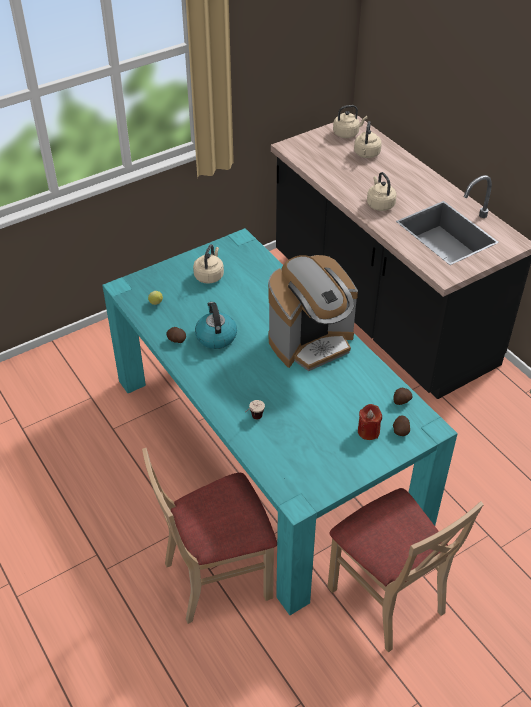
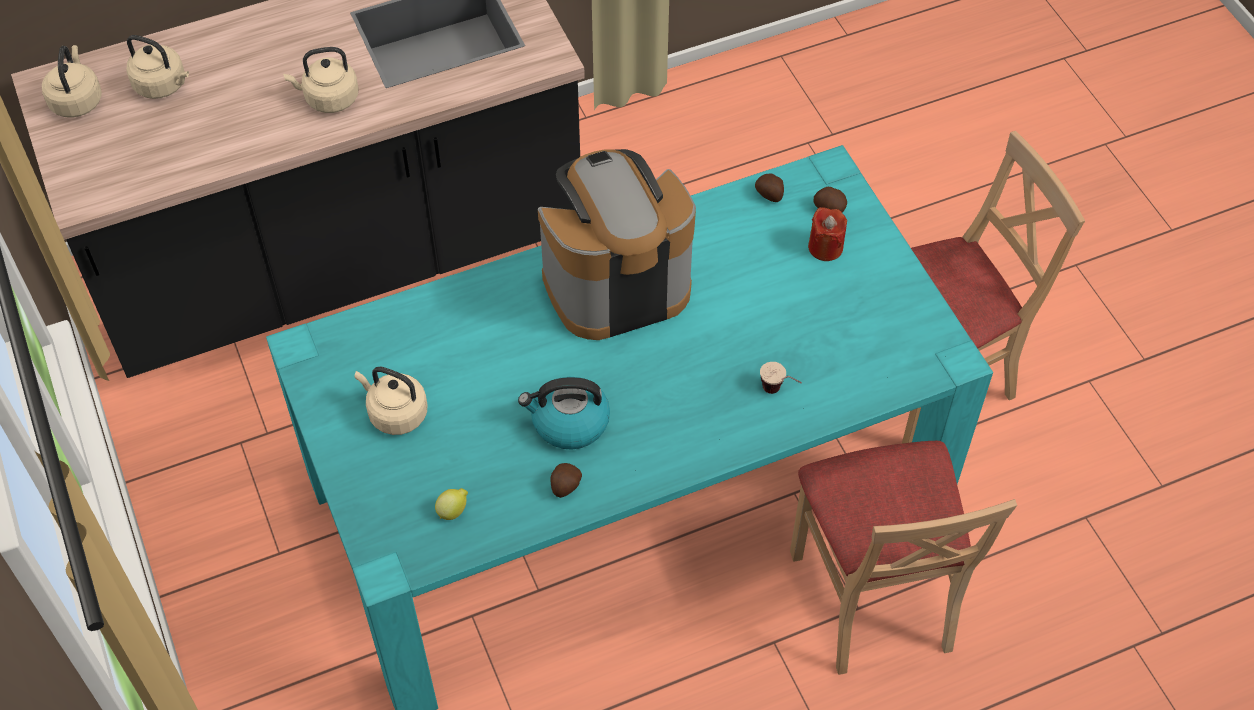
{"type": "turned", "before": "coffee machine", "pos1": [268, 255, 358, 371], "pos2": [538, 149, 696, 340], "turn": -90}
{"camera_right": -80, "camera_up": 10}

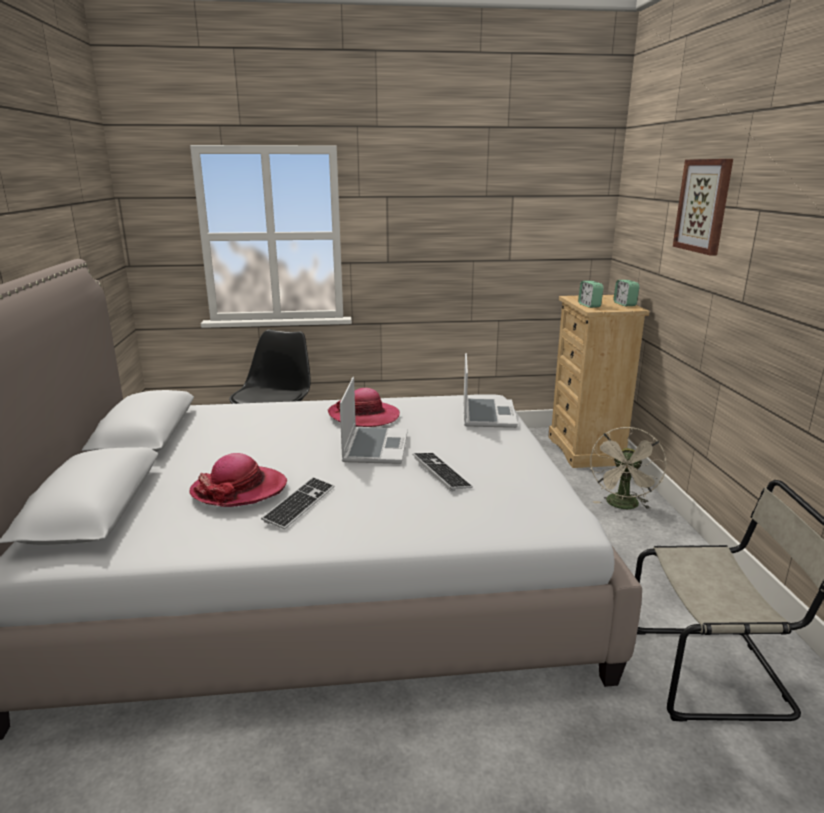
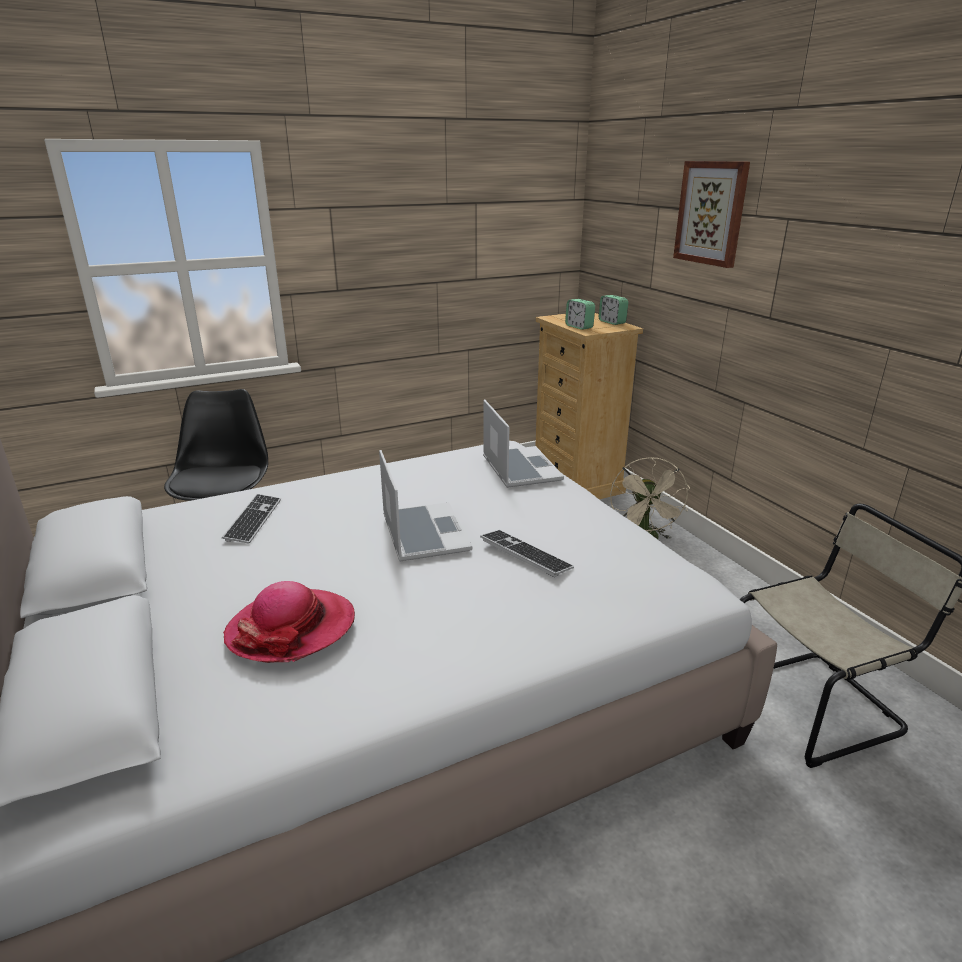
{"type": "moved", "before": "keyboard", "pos1": [261, 477, 334, 529], "pos2": [222, 494, 281, 544]}
{"type": "removed", "before": "hat", "pos1": [328, 388, 400, 427]}
{"camera_right": -20, "camera_up": 5}

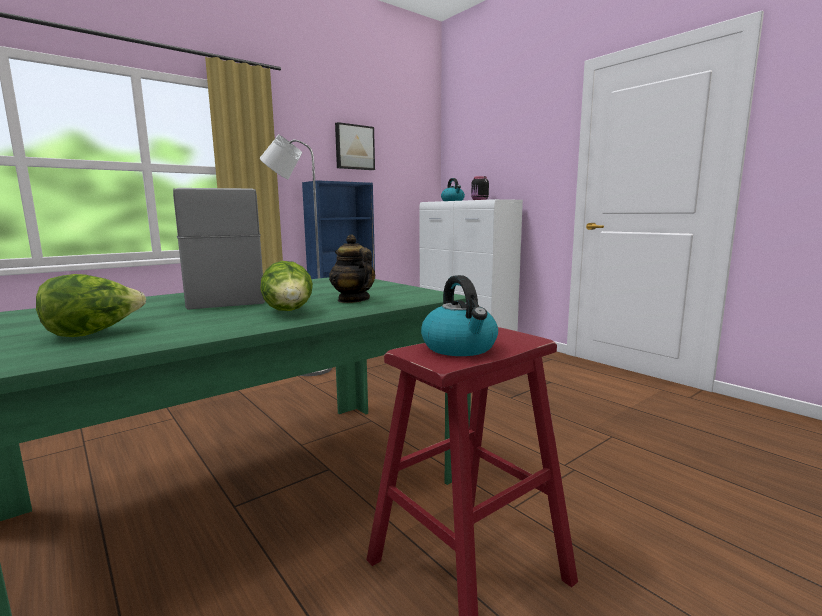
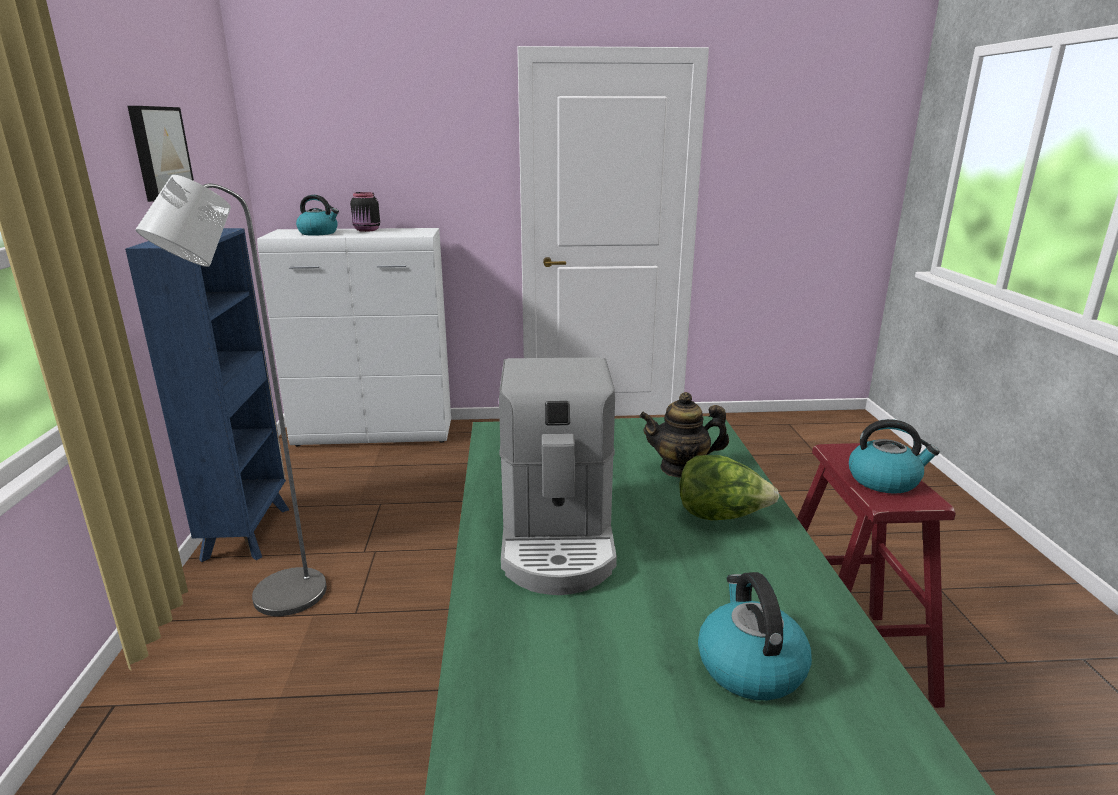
{"type": "replaced", "before": "lettuce", "after": "kettle", "pos1": [36, 274, 146, 337], "pos2": [698, 572, 812, 700]}
{"type": "turned", "before": "coffee machine", "pos1": [173, 188, 265, 309], "pos2": [499, 357, 617, 595], "turn": -105}
{"camera_right": -55, "camera_up": 10}

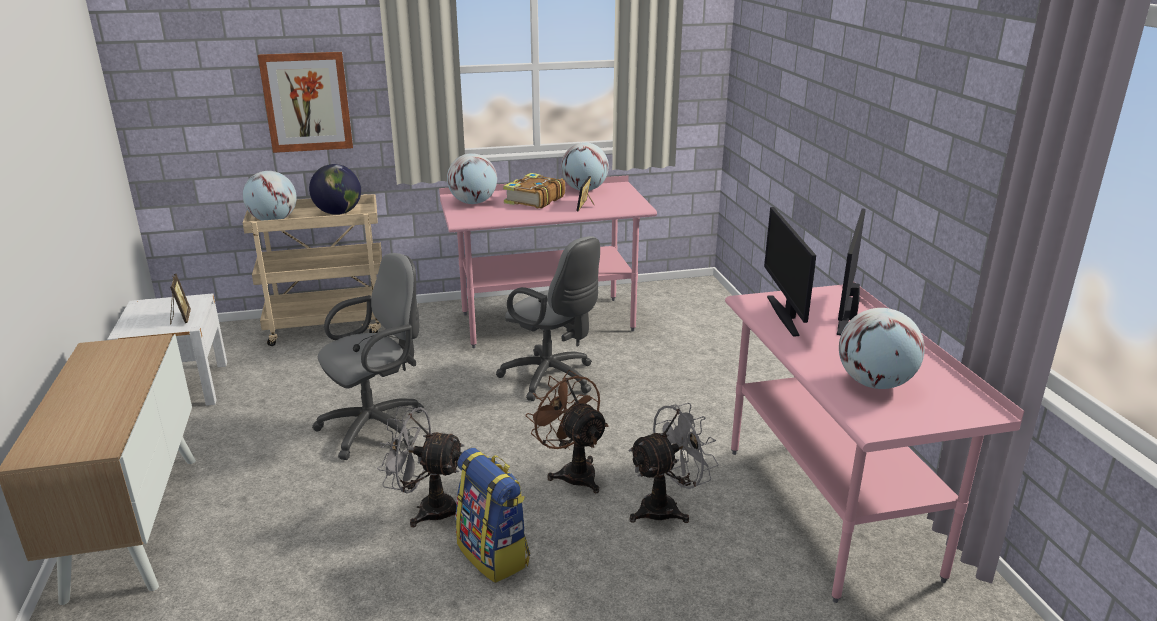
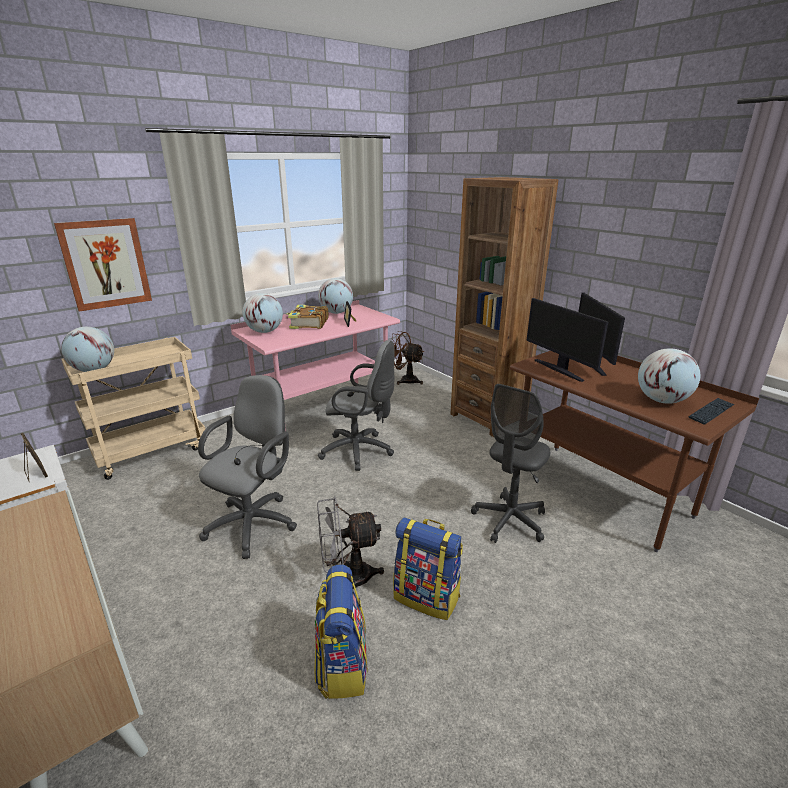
{"type": "removed", "before": "globe", "pos1": [309, 164, 361, 215]}
{"type": "moved", "before": "brown fan", "pos1": [526, 370, 609, 493], "pos2": [392, 331, 424, 385]}
{"type": "replaced", "before": "grey fan", "after": "grey office chair", "pos1": [628, 403, 718, 523], "pos2": [471, 384, 550, 543]}
{"type": "recoloured", "before": "pink desk", "after": "brown desk", "pos1": [725, 281, 1024, 603], "pos2": [510, 351, 759, 552]}
{"type": "added", "after": "backpack", "pos2": [315, 564, 368, 699]}
{"type": "added", "after": "brown bookcase", "pos2": [450, 177, 558, 437]}
{"type": "added", "after": "keyboard", "pos2": [689, 398, 734, 424]}
{"camera_right": -25, "camera_up": 0}

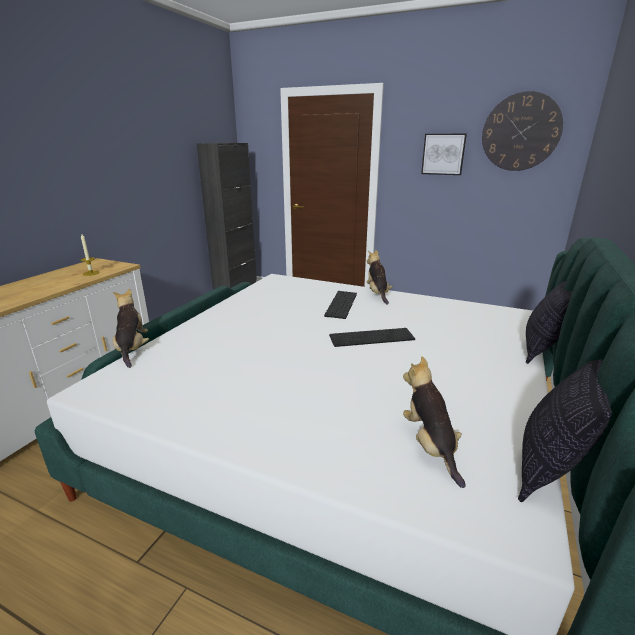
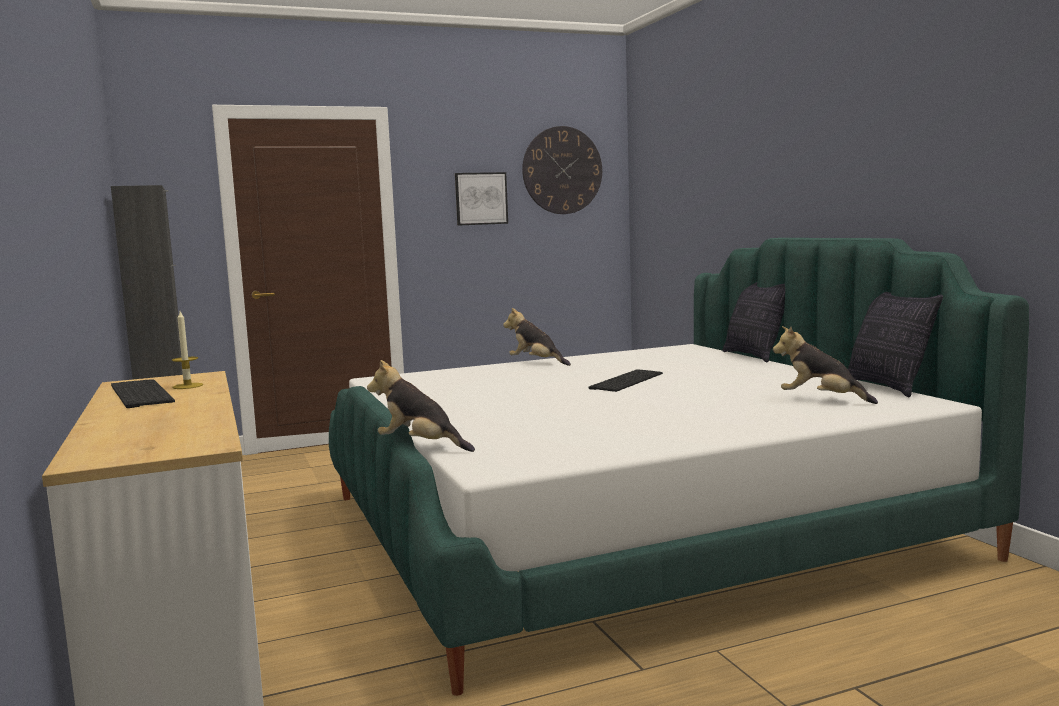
{"type": "moved", "before": "keyboard", "pos1": [324, 291, 357, 319], "pos2": [111, 379, 175, 408]}
{"camera_right": -45, "camera_up": -15}

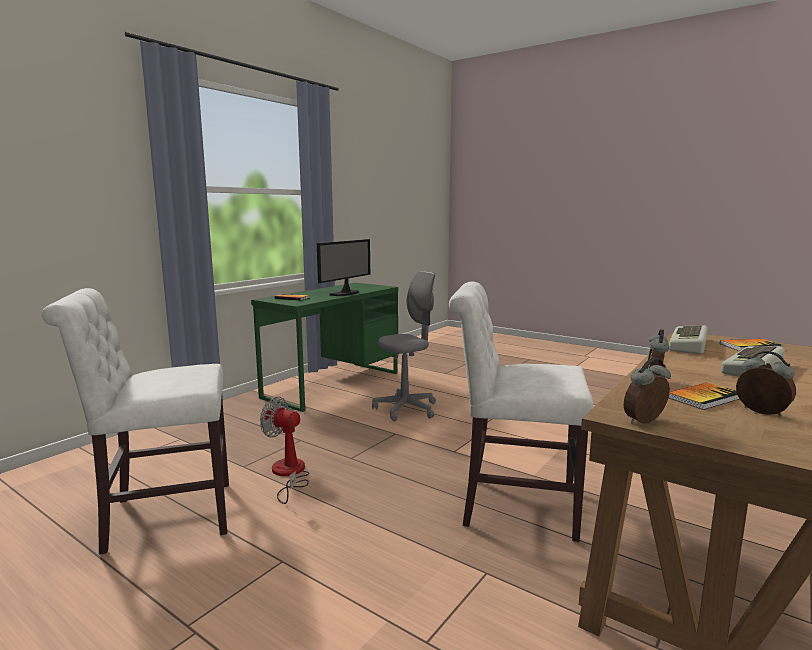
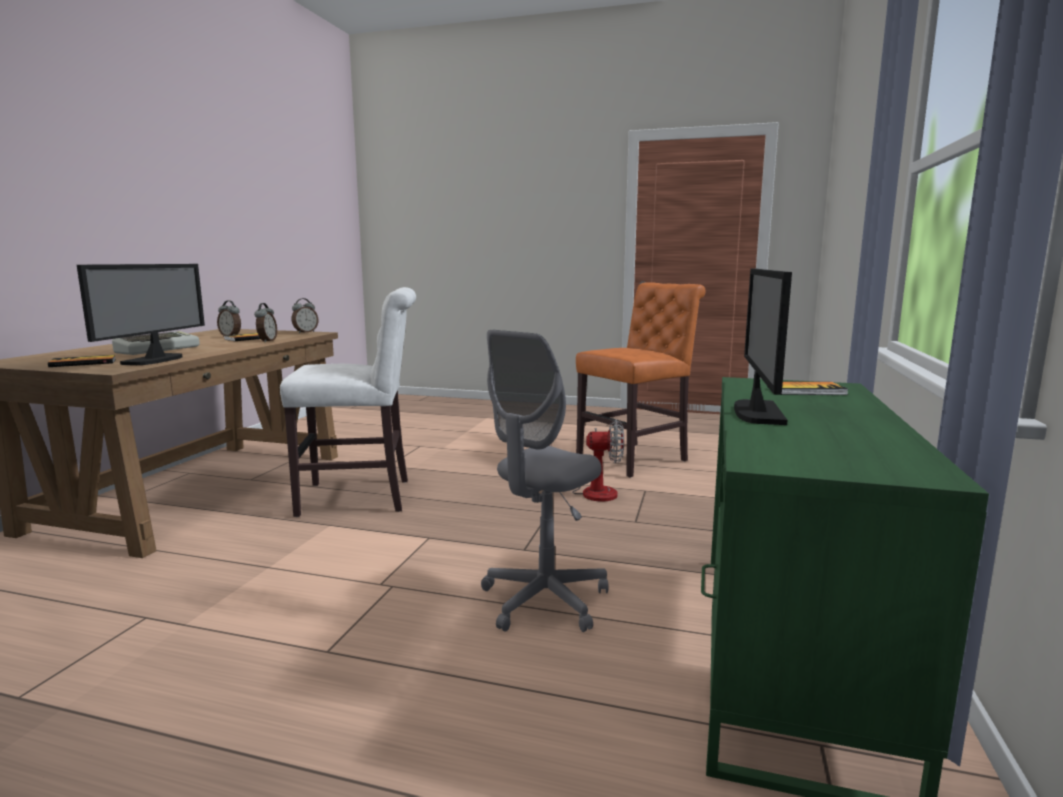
{"type": "recoloured", "before": "white chair", "after": "orange chair", "pos1": [42, 288, 229, 554], "pos2": [576, 282, 706, 478]}
{"type": "replaced", "before": "keyboard", "after": "monitor", "pos1": [669, 325, 708, 354], "pos2": [77, 264, 205, 365]}
{"camera_right": 160, "camera_up": 0}

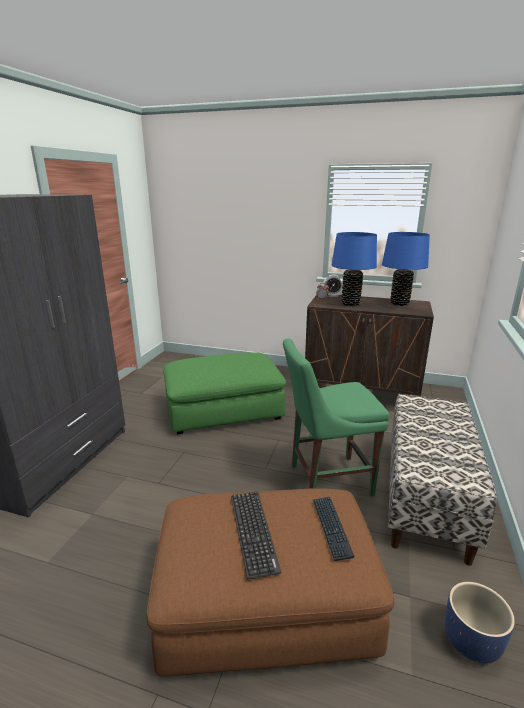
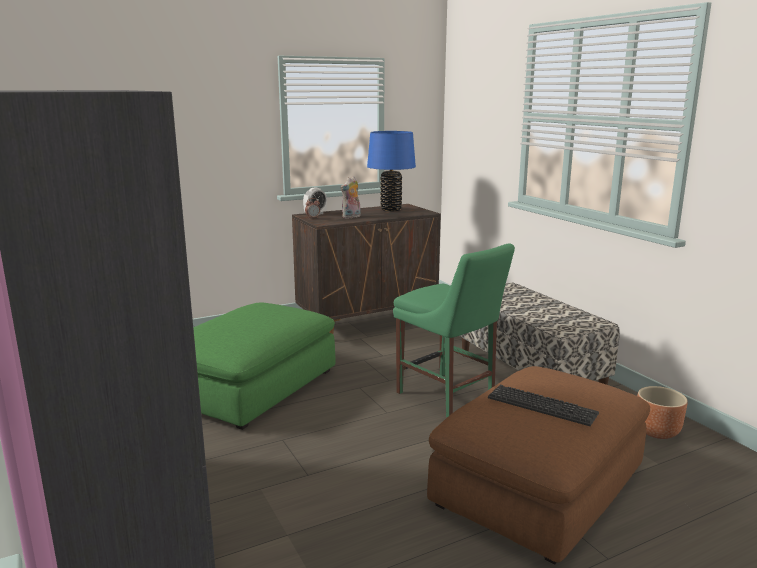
{"type": "turned", "before": "green chair", "pos1": [283, 338, 390, 496], "pos2": [393, 244, 515, 417], "turn": -75}
{"type": "removed", "before": "keyboard", "pos1": [313, 497, 354, 561]}
{"type": "replaced", "before": "blue table lamp", "after": "plush toy", "pos1": [332, 232, 377, 306], "pos2": [341, 176, 361, 219]}
{"type": "recoloured", "before": "blue planter", "after": "brown planter", "pos1": [445, 582, 515, 663], "pos2": [637, 386, 688, 439]}
{"camera_right": -45, "camera_up": -5}

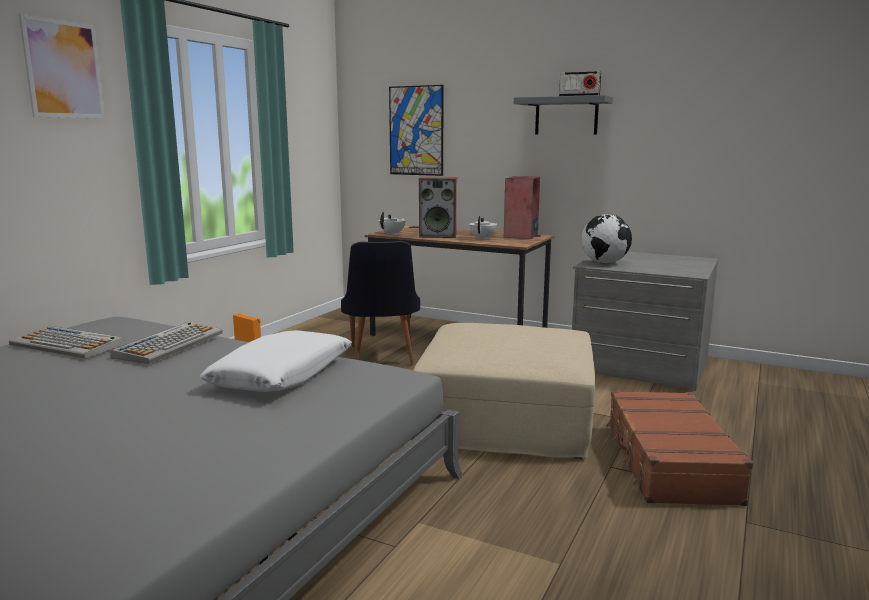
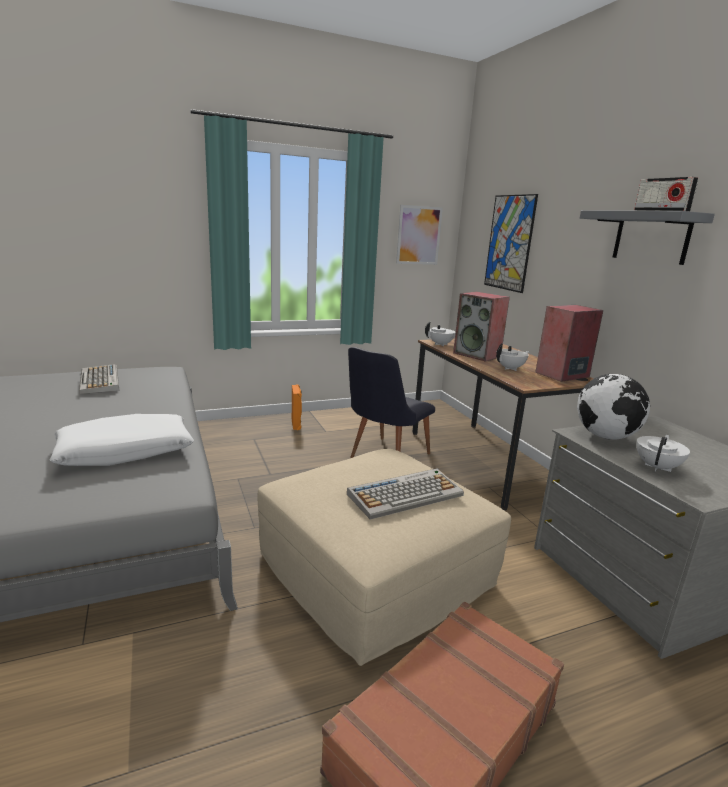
{"type": "moved", "before": "picture", "pos1": [19, 14, 105, 119], "pos2": [396, 205, 443, 265]}
{"type": "moved", "before": "keyboard", "pos1": [110, 322, 222, 364], "pos2": [347, 468, 464, 520]}
{"type": "added", "after": "white teapot", "pos2": [636, 435, 690, 472]}
{"camera_right": 40, "camera_up": 5}

